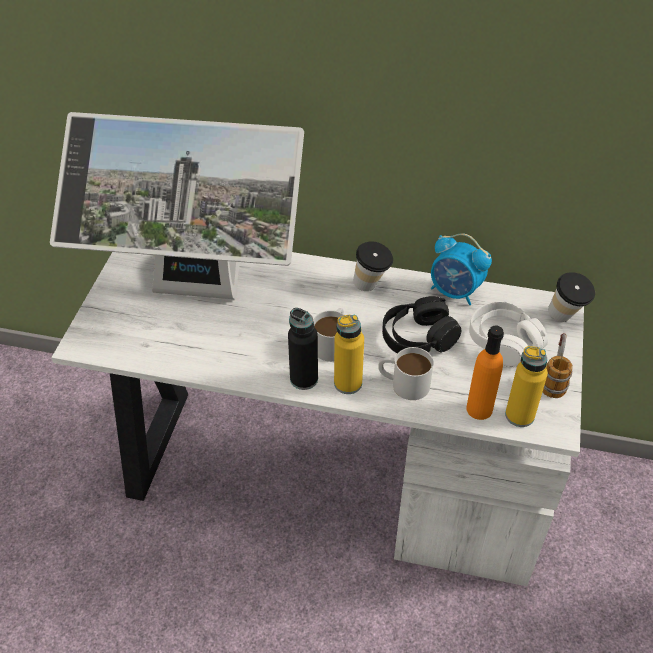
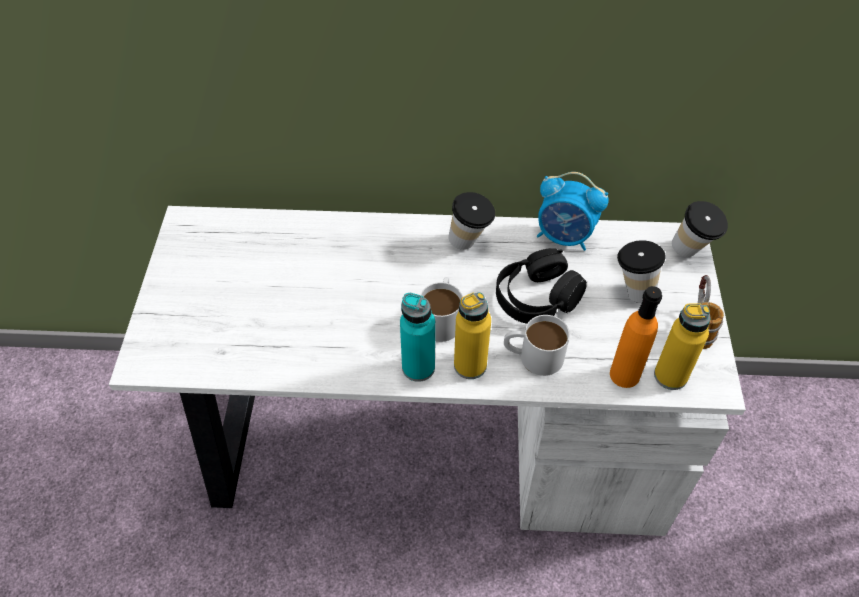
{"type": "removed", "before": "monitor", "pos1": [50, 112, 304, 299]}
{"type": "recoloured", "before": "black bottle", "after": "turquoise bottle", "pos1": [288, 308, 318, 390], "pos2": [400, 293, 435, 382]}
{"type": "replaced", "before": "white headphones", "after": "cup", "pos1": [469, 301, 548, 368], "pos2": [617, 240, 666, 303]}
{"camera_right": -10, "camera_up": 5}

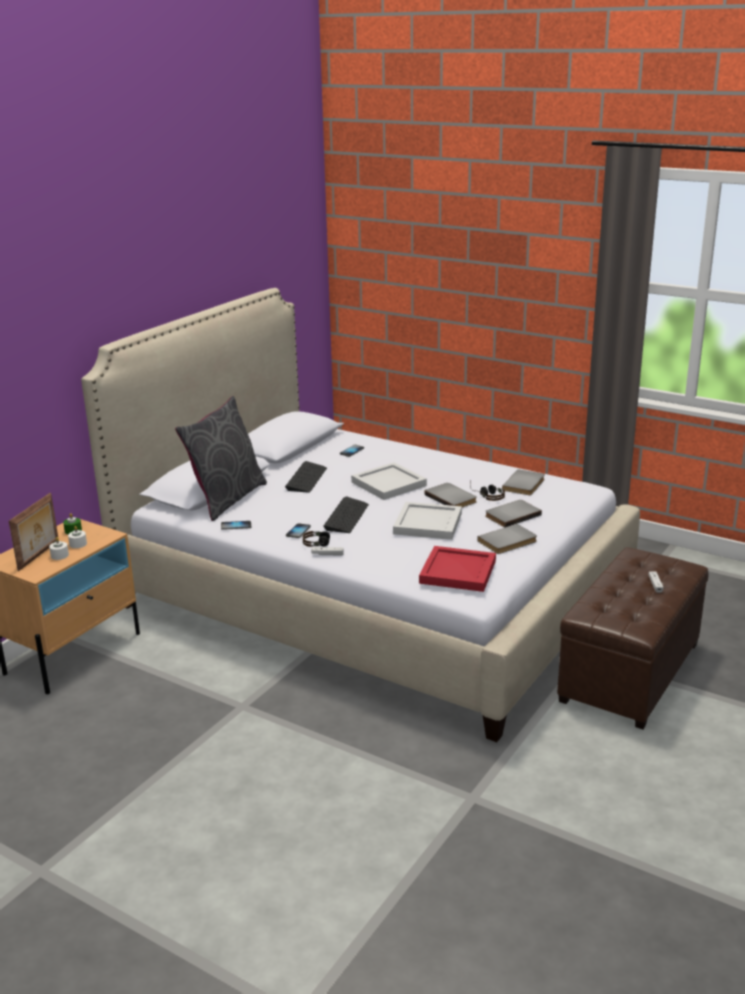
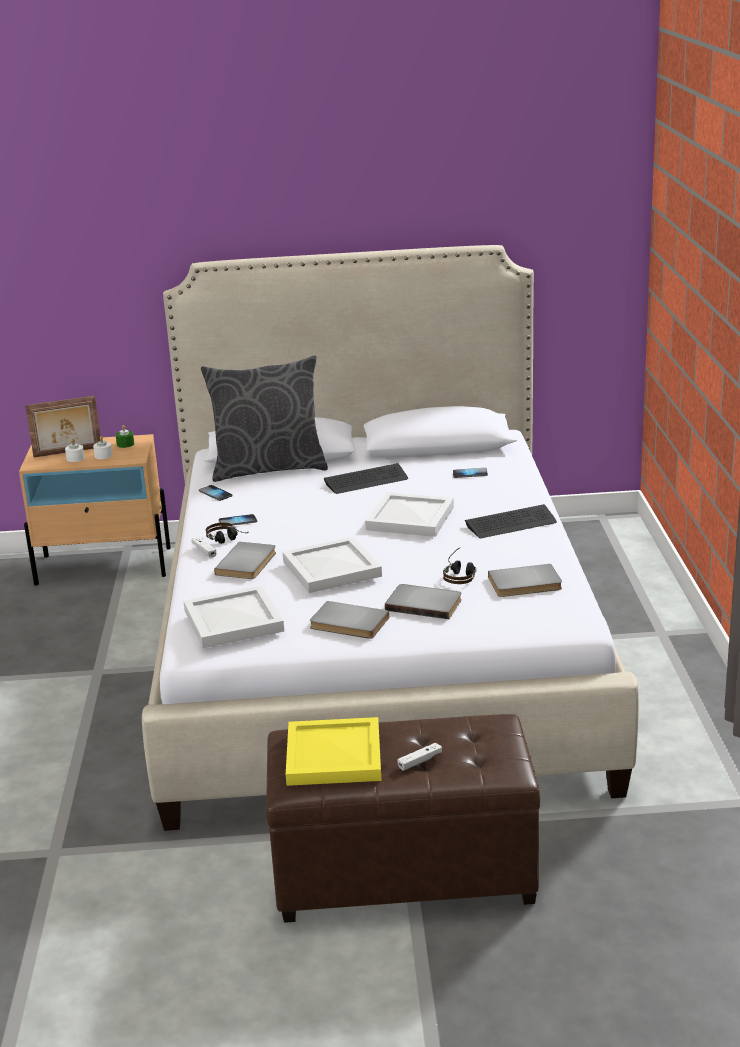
{"type": "moved", "before": "keyboard", "pos1": [323, 496, 369, 533], "pos2": [465, 504, 557, 538]}
{"type": "recoloured", "before": "red tray", "after": "white tray", "pos1": [419, 546, 496, 592], "pos2": [184, 585, 284, 648]}
{"type": "moved", "before": "grey book", "pos1": [424, 483, 477, 508], "pos2": [214, 542, 276, 579]}
{"type": "added", "after": "yellow tray", "pos2": [286, 717, 381, 786]}
{"camera_right": 55, "camera_up": 0}

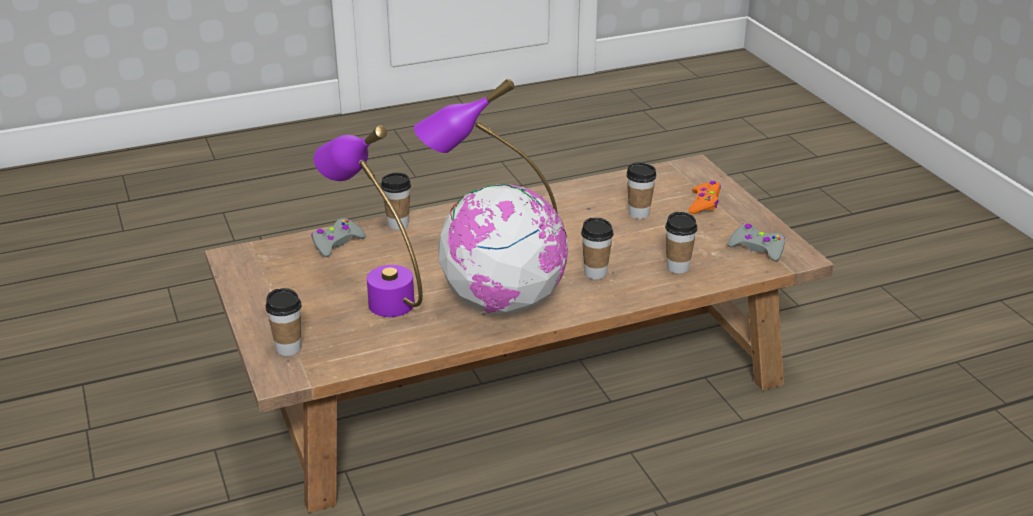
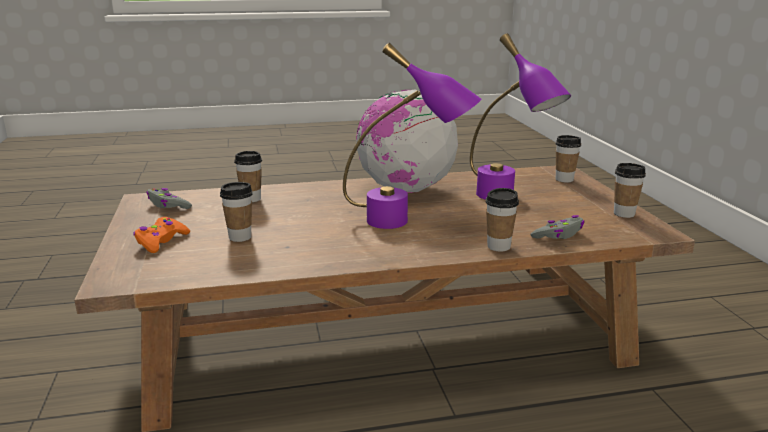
{"type": "moved", "before": "cup", "pos1": [581, 217, 614, 280], "pos2": [614, 163, 646, 218]}
{"camera_right": -170, "camera_up": -10}

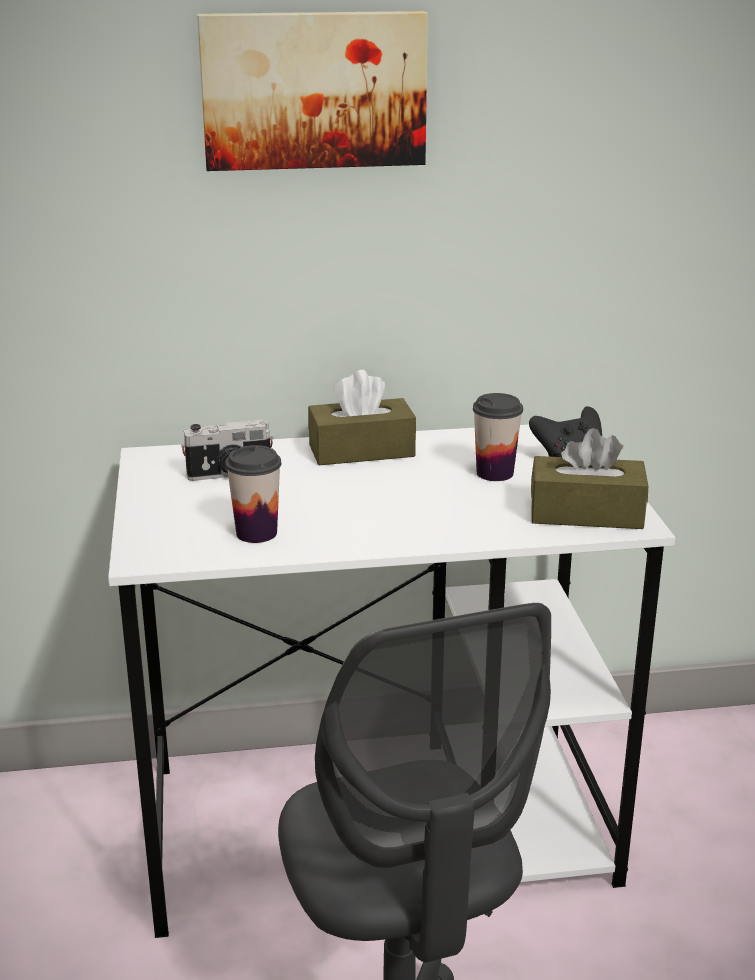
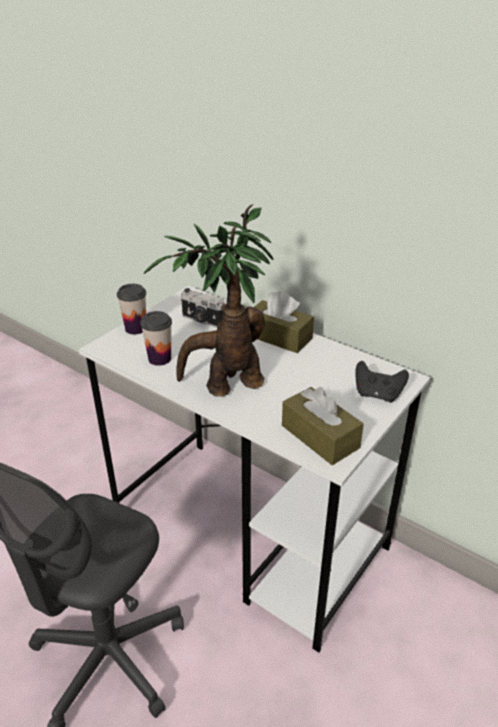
{"type": "removed", "before": "picture", "pos1": [197, 11, 428, 171]}
{"type": "moved", "before": "cup", "pos1": [473, 393, 523, 481], "pos2": [117, 284, 146, 335]}
{"type": "added", "after": "potted plant", "pos2": [144, 204, 273, 397]}
{"camera_right": 45, "camera_up": 10}

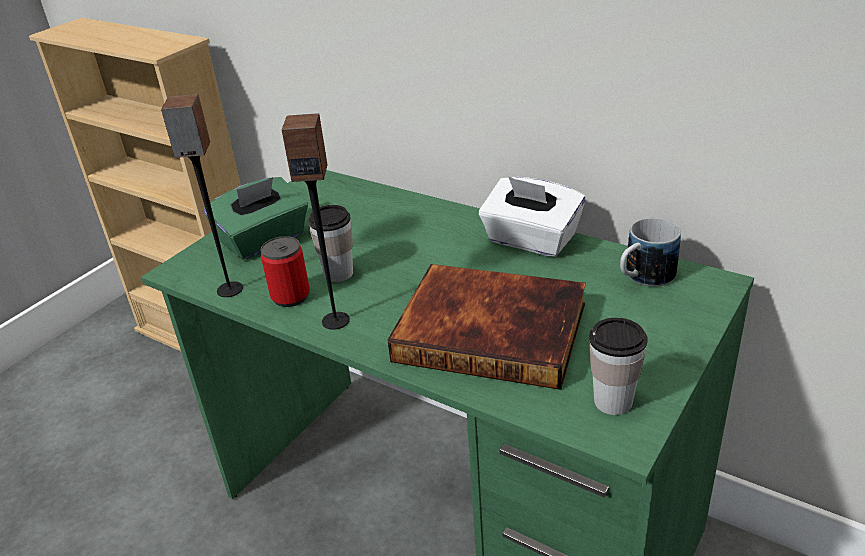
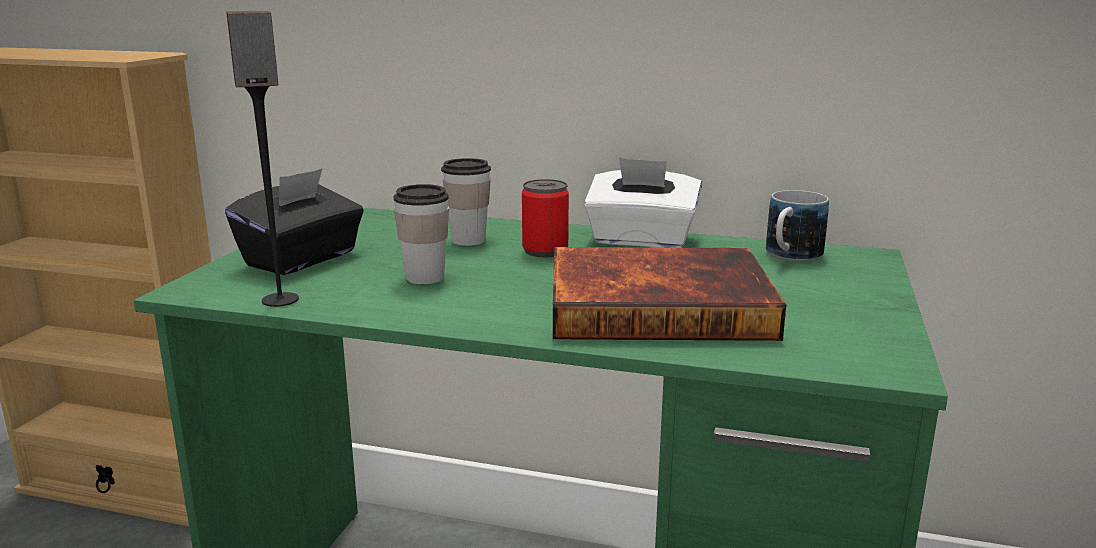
{"type": "recoloured", "before": "green tissue box", "after": "black tissue box", "pos1": [204, 177, 308, 260], "pos2": [225, 168, 364, 275]}
{"type": "moved", "before": "can", "pos1": [261, 236, 310, 307], "pos2": [522, 179, 569, 257]}
{"type": "removed", "before": "speaker", "pos1": [282, 113, 350, 330]}
{"type": "moved", "before": "cup", "pos1": [589, 318, 648, 415], "pos2": [441, 158, 491, 246]}
{"camera_right": -20, "camera_up": -15}

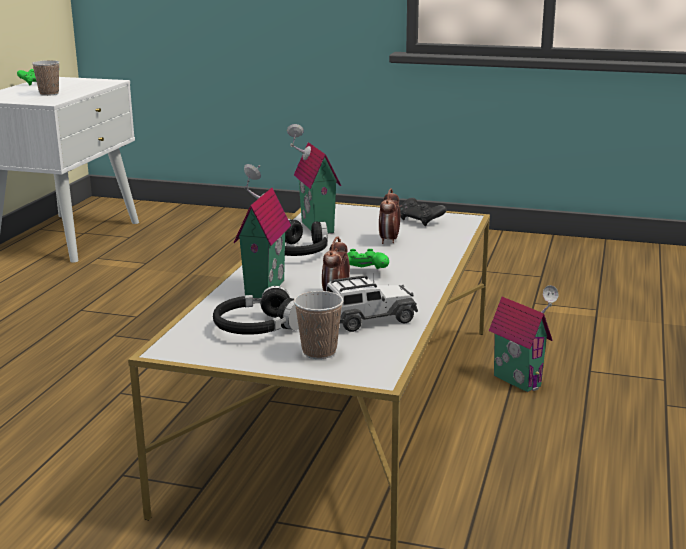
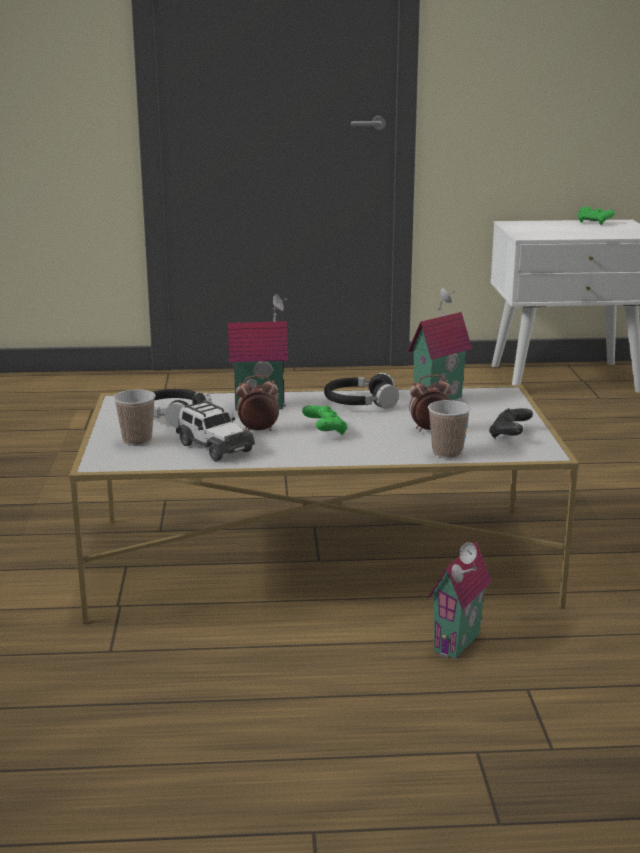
{"type": "moved", "before": "cup", "pos1": [32, 60, 60, 96], "pos2": [428, 400, 471, 459]}
{"camera_right": 70, "camera_up": 0}

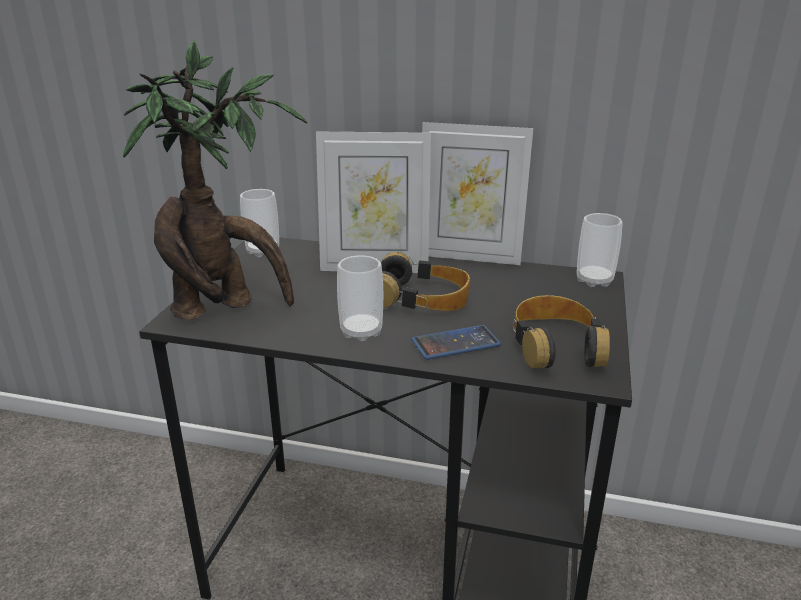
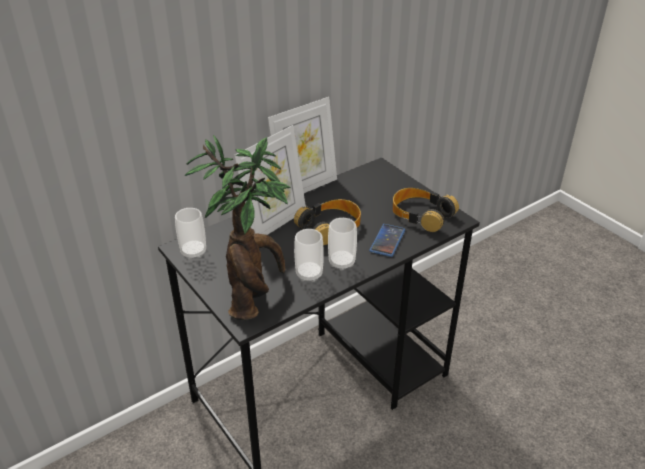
{"type": "moved", "before": "cup", "pos1": [577, 213, 623, 287], "pos2": [294, 229, 324, 282]}
{"camera_right": -50, "camera_up": 10}

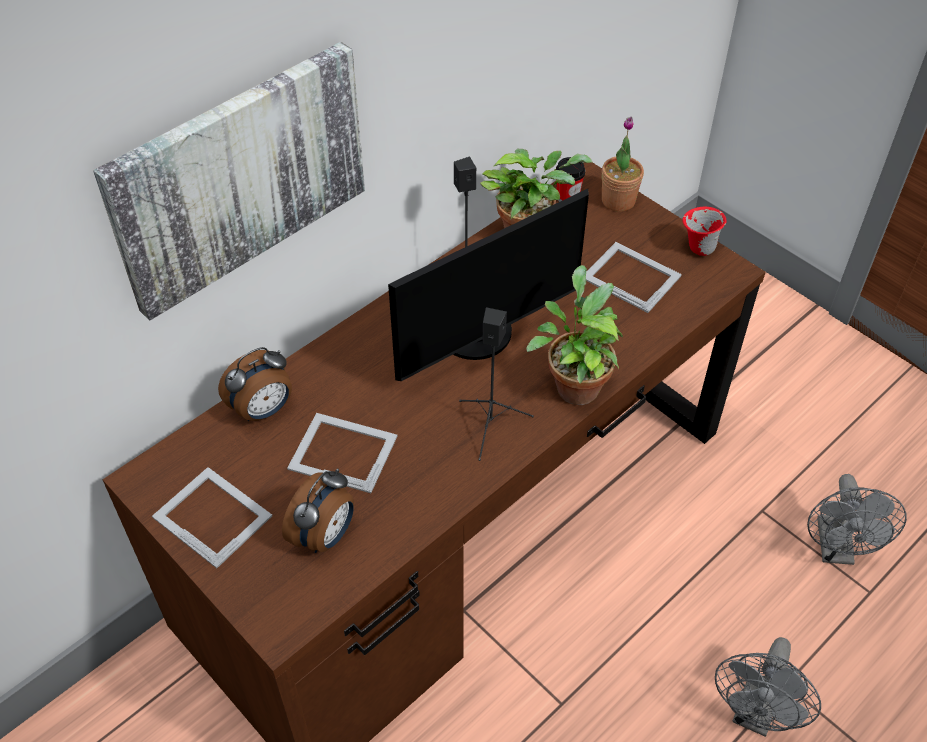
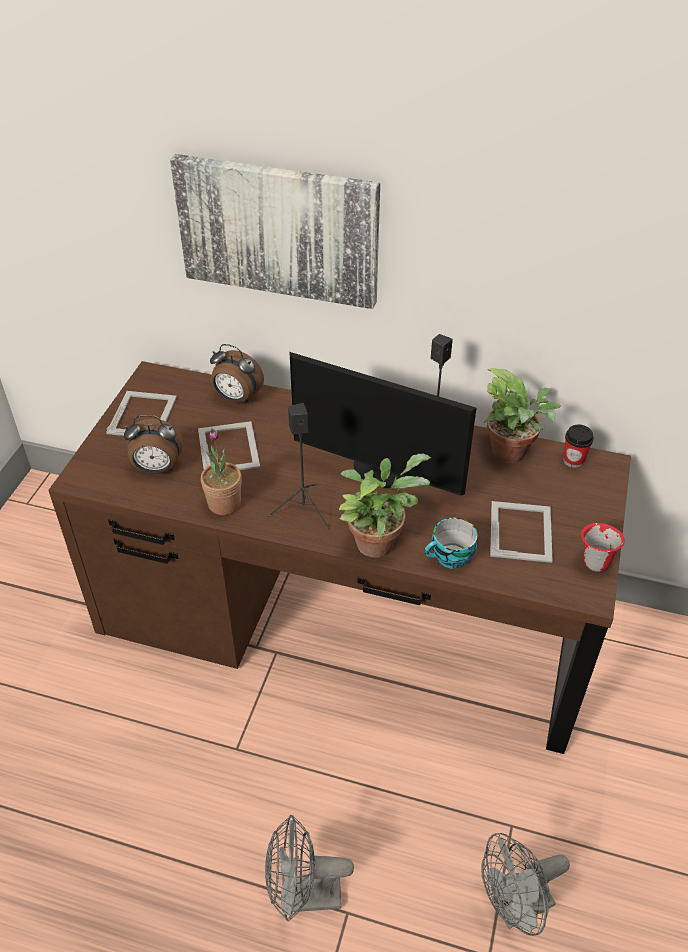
{"type": "moved", "before": "potted plant", "pos1": [602, 117, 644, 212], "pos2": [201, 428, 242, 515]}
{"type": "added", "after": "cup", "pos2": [425, 518, 478, 569]}
{"camera_right": 60, "camera_up": -5}

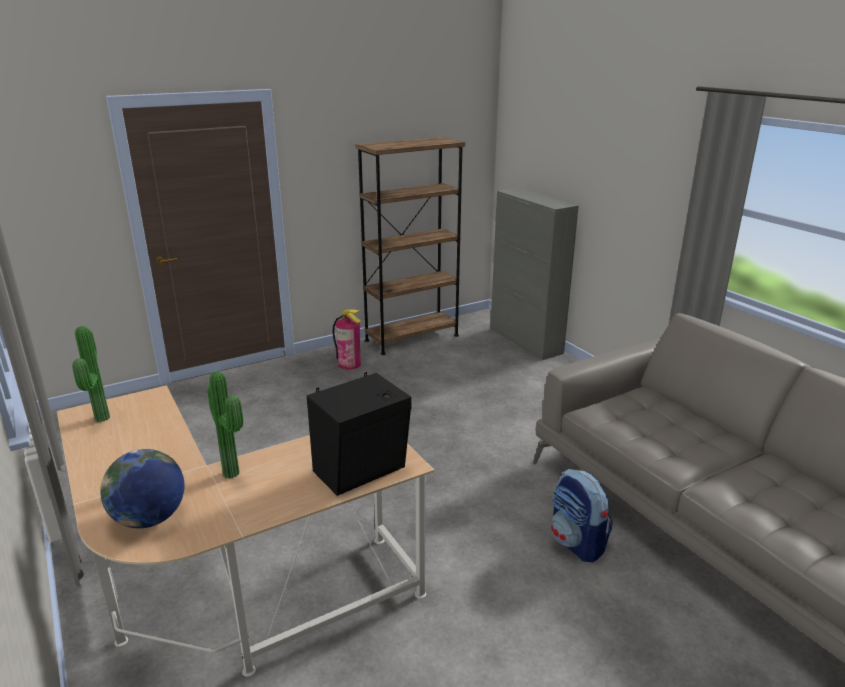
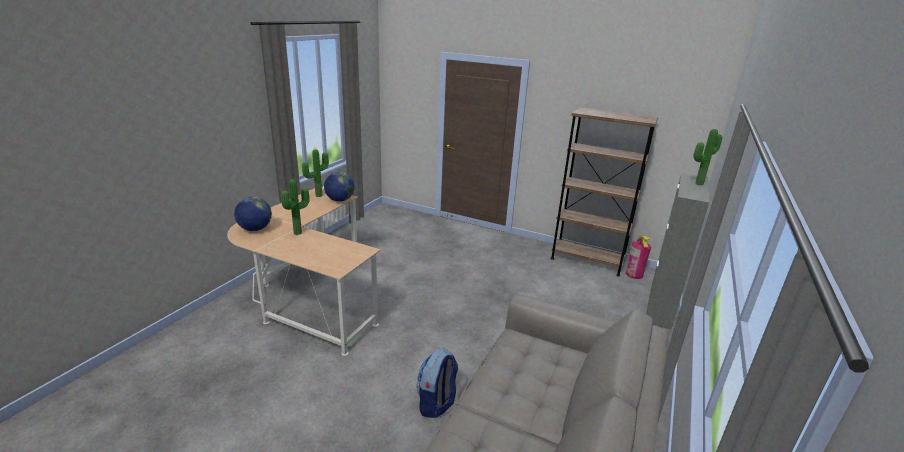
{"type": "removed", "before": "black speaker", "pos1": [307, 372, 411, 496]}
{"type": "moved", "before": "fire extinguisher", "pos1": [333, 309, 361, 370], "pos2": [626, 235, 651, 279]}
{"type": "added", "after": "globe", "pos2": [324, 172, 354, 202]}
{"type": "added", "after": "potted plant", "pos2": [694, 129, 722, 185]}
{"camera_right": 55, "camera_up": 0}

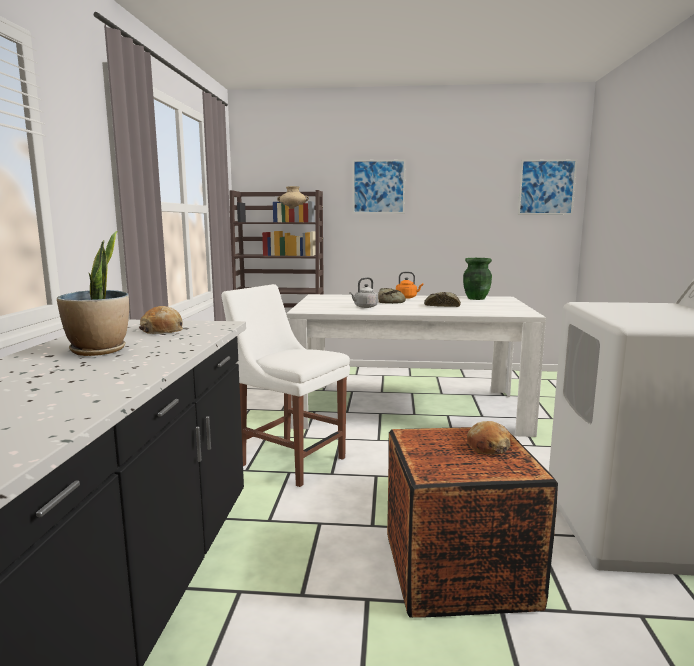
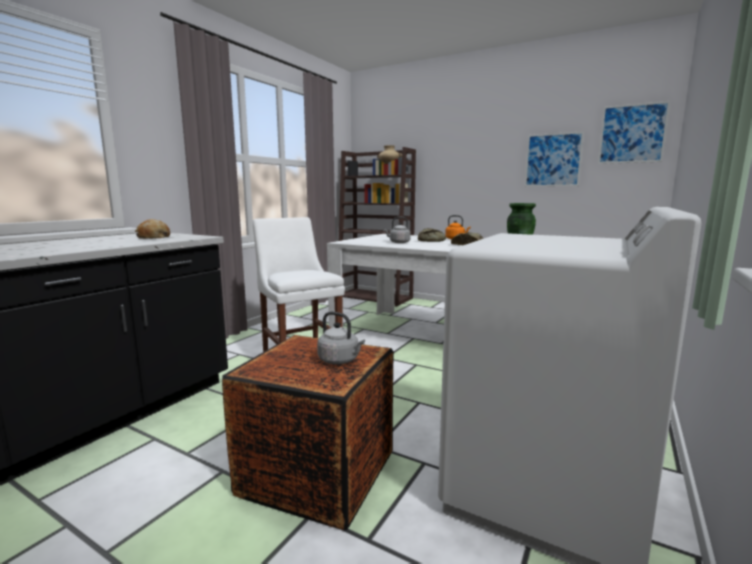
{"type": "removed", "before": "potted plant", "pos1": [57, 231, 129, 356]}
{"type": "moved", "before": "picture", "pos1": [353, 159, 406, 214], "pos2": [524, 131, 584, 187]}
{"type": "replaced", "before": "bread", "after": "grey kettle", "pos1": [467, 421, 510, 454], "pos2": [317, 312, 365, 364]}
{"camera_right": 25, "camera_up": 0}

